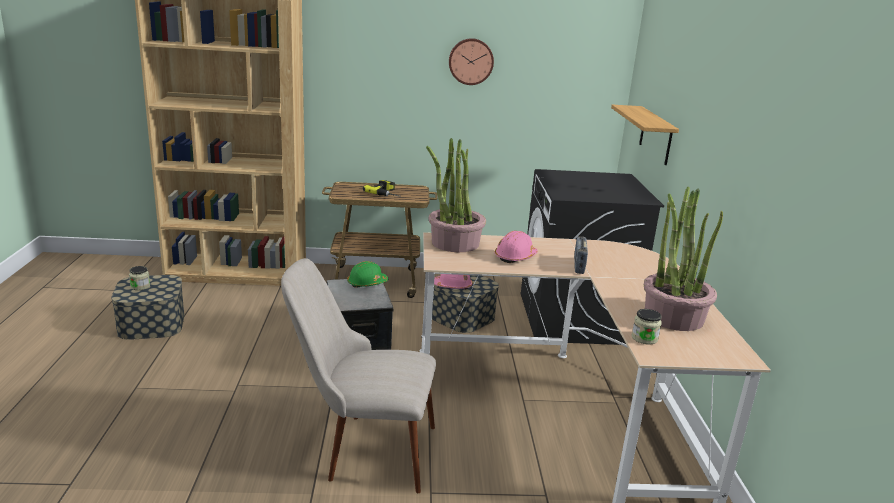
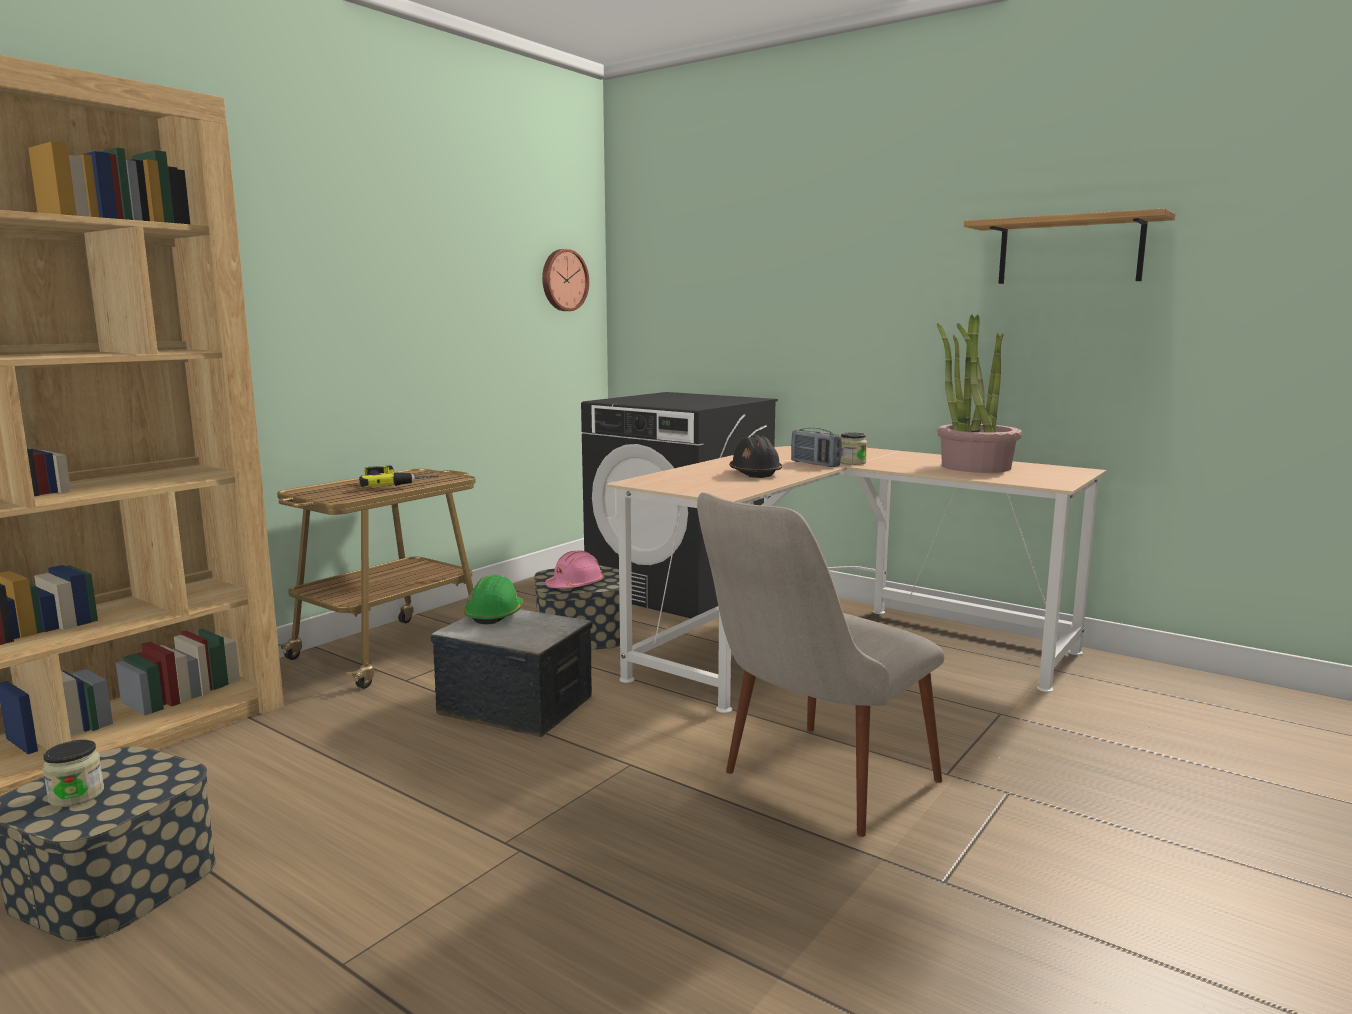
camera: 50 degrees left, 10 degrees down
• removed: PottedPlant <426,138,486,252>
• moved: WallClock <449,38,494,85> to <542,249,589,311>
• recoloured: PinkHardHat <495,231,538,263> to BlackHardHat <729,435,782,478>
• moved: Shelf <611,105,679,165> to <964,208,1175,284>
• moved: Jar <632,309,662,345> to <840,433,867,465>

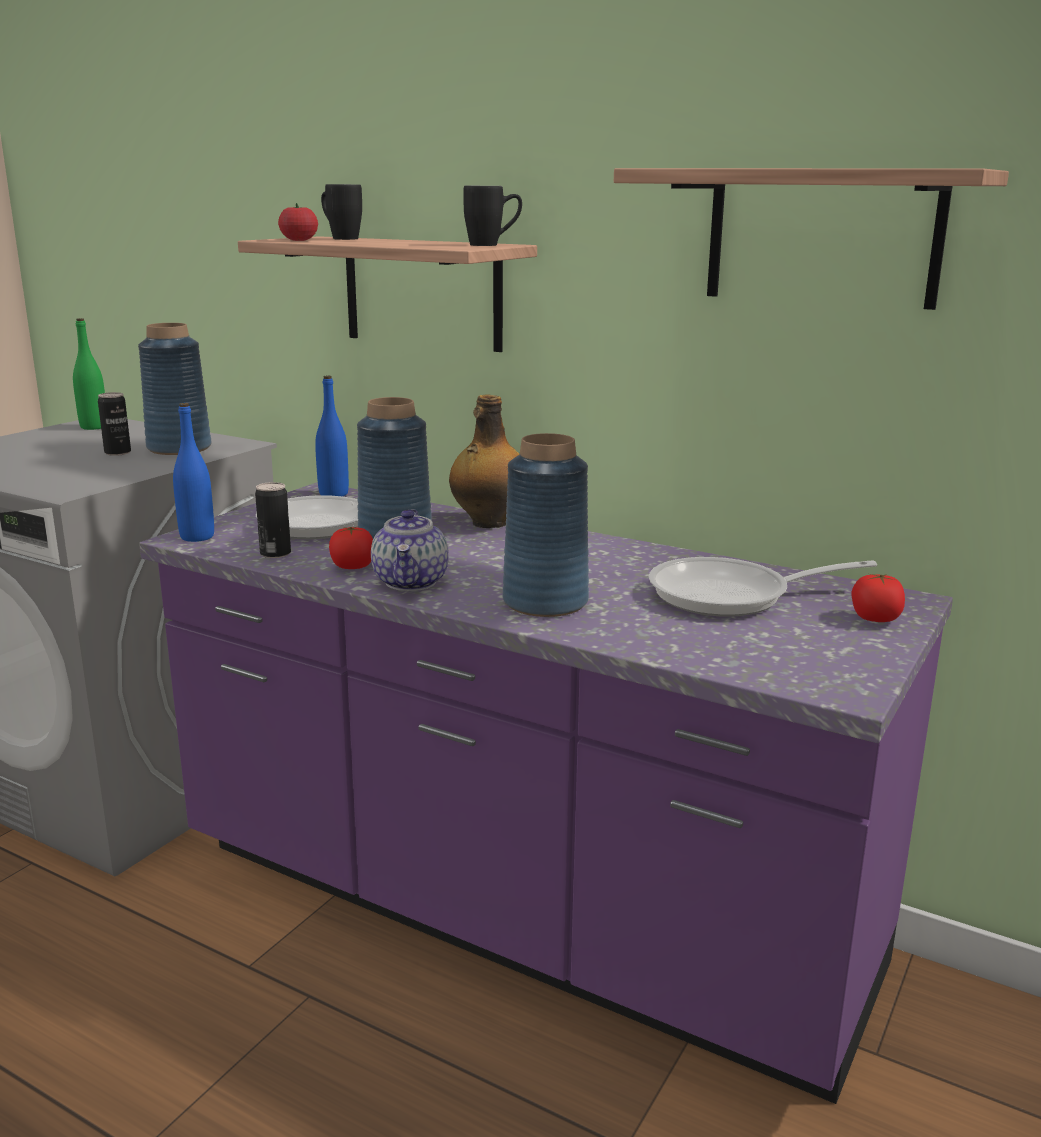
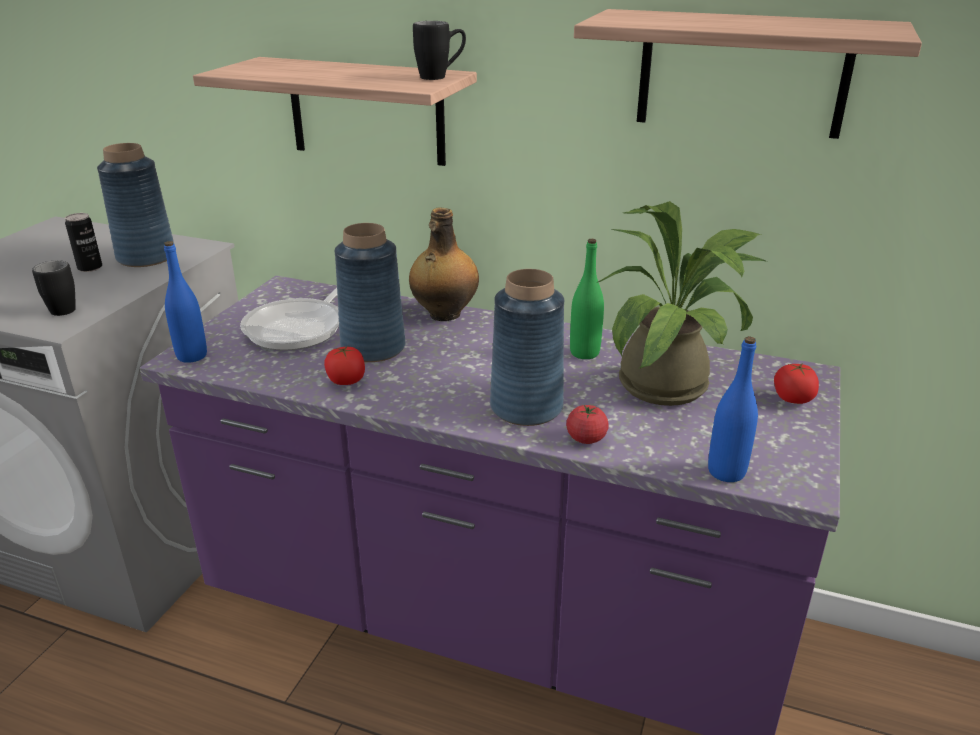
camera: 10 degrees left, 10 degrees up
• moved: GreenBottle <73,318,105,430> to <570,239,604,359>
• removed: Can <255,482,291,558>
• moved: Tomato <278,203,318,241> to <566,405,609,444>
• moved: BlueBottle <315,376,349,496> to <708,336,758,482>
• moved: BlackMug <321,184,362,240> to <32,260,76,316>
• removed: Teapot <371,509,449,591>
• replaced: FryingPan <649,557,877,617> to PottedPlant <597,201,767,406>

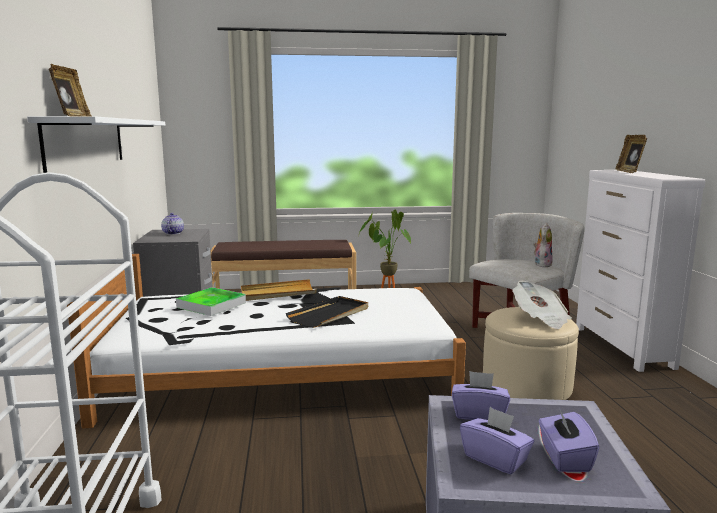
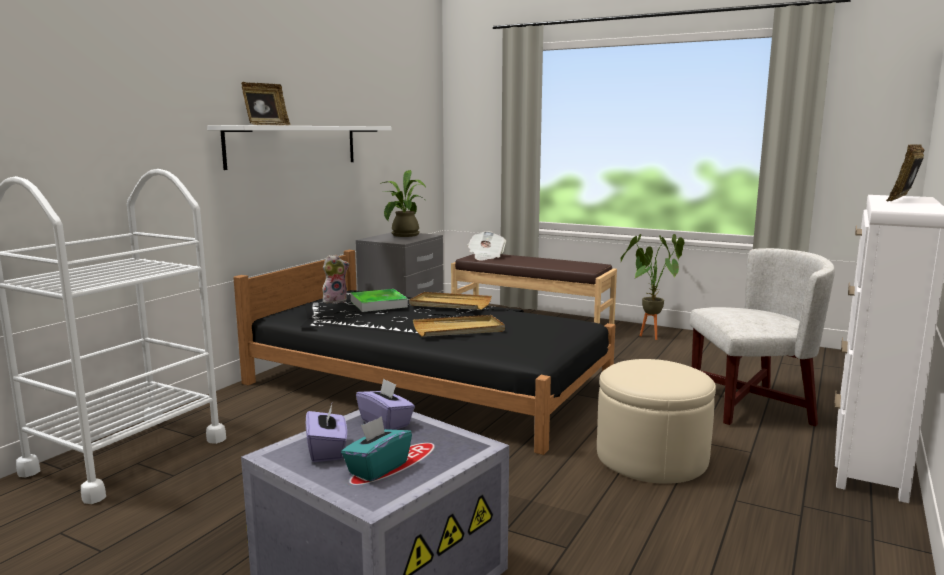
camera: 35 degrees right, 0 degrees up
• recoloured: WhiteBed <67,254,466,428> to BlackBed <233,250,615,455>
• replaced: Teapot <161,213,184,235> to PottedPlant <380,170,426,237>
• recoloured: BlackTray <286,296,368,328> to BeigeTray <413,315,505,337>
• moved: Newspaper <512,281,572,329> to <467,231,507,260>
• moved: PlushToy <533,223,553,267> to <323,254,350,303>
• recoloured: PurpleTissueBox <539,408,599,472> to TurquoiseTissueBox <341,416,412,482>

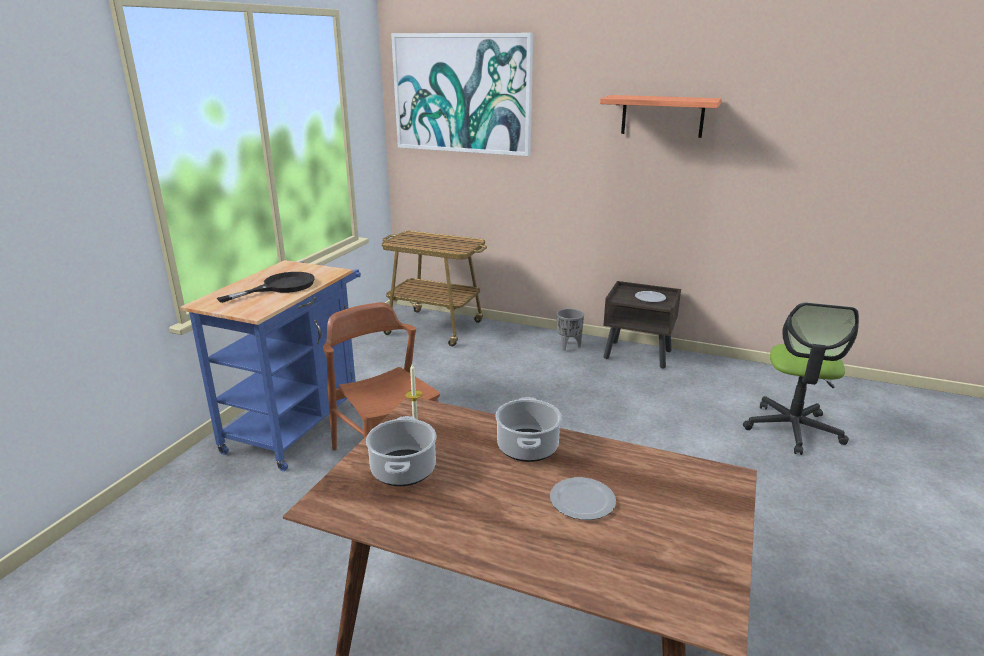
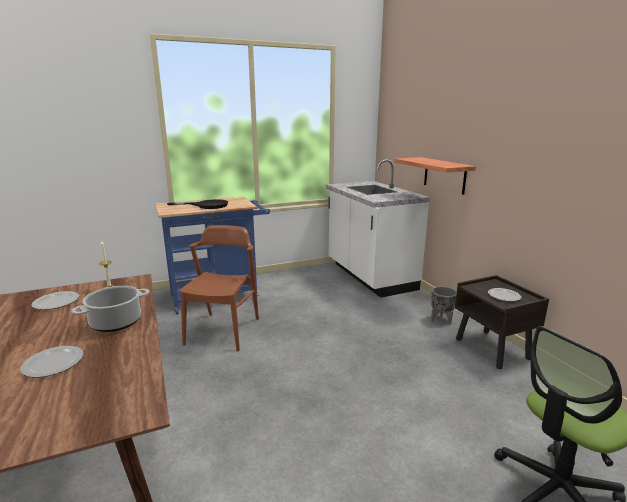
camera: 45 degrees right, 5 degrees down
• replaced: CookingPot <366,416,437,486> to Plate <32,291,79,310>
• replaced: Cart <382,231,487,347> to WhiteCounter <326,159,430,298>
• removed: Picture <391,33,533,156>
• moved: Shelf <600,95,722,138> to <394,157,476,195>

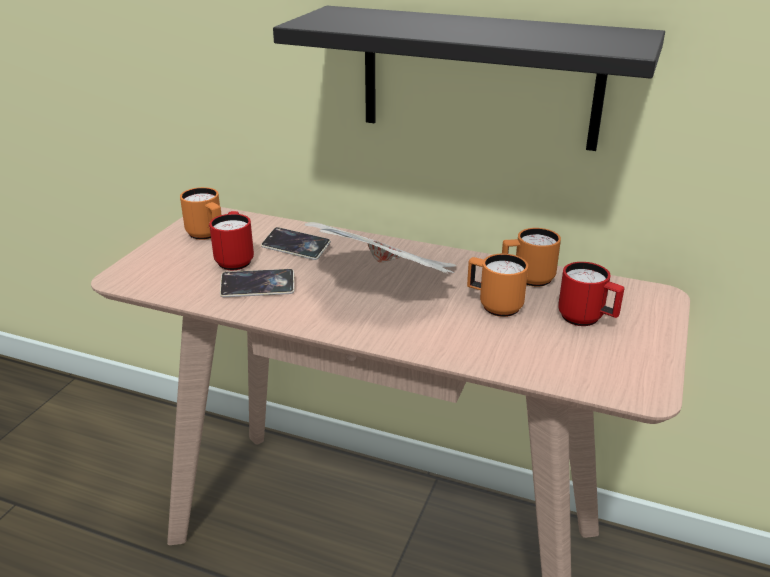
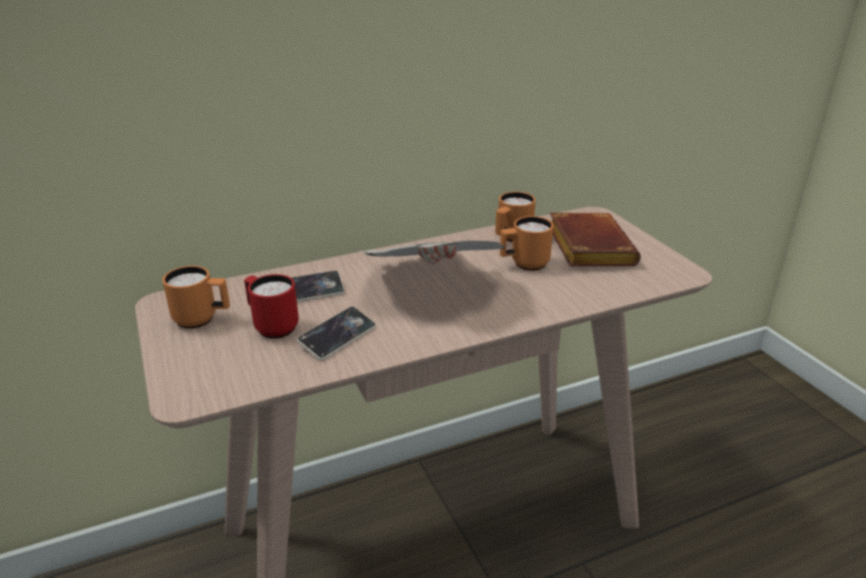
camera: 45 degrees left, 0 degrees up
• removed: BlackShelf <273,6,665,151>
• replaced: RedMug <558,262,624,326> to BrownBook <550,213,641,266>

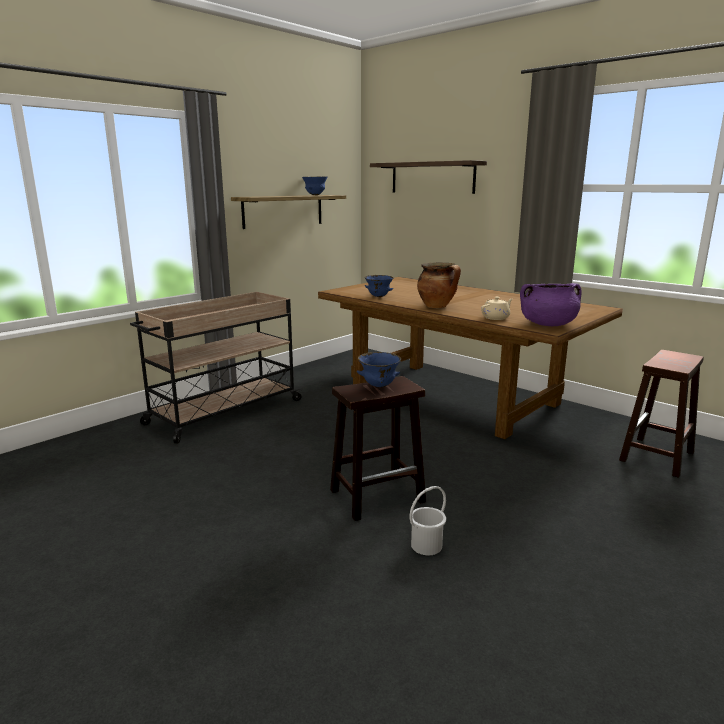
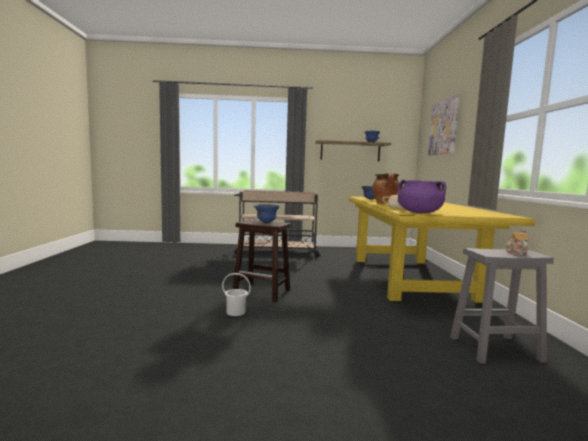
camera: 45 degrees right, 10 degrees down
• recoloured: BrownDiningTable <318,277,623,439> to YellowDiningTable <349,196,535,303>
• replaced: Shelf <370,160,487,194> to Picture <428,95,460,155>
• recoloured: BrownStool <619,350,704,478> to GreyStool <450,248,554,363>
• added: Teapot <506,229,529,255>

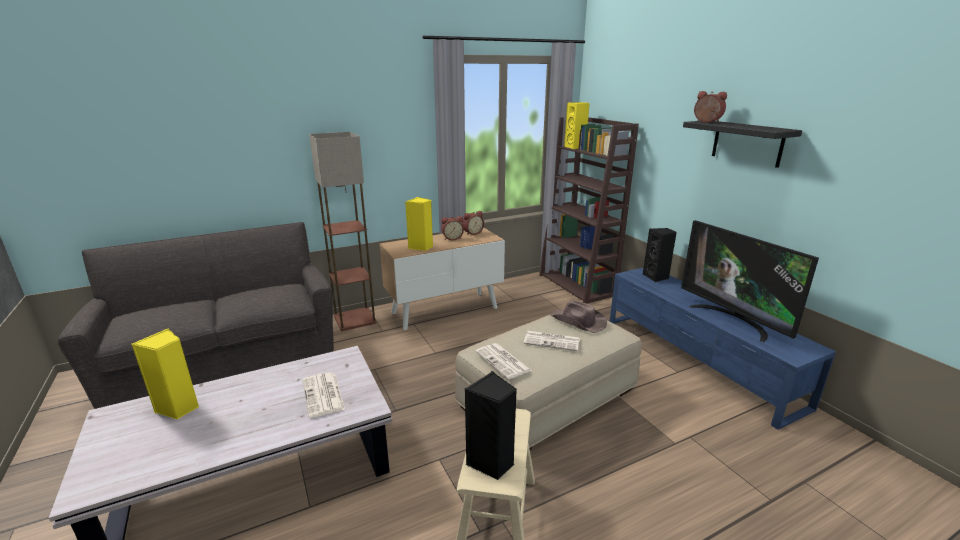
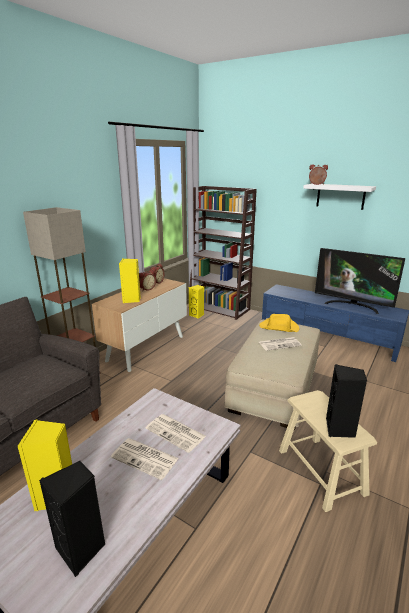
camera: 30 degrees left, 0 degrees up
• moved: Newspaper <475,343,532,379> to <111,438,179,480>
• recoloured: BrownHat <551,300,607,333> to YellowHat <259,314,299,332>
• moved: YellowSpeaker <564,102,590,149> to <189,285,204,319>
• moved: BlackSpeaker <643,228,677,282> to <39,461,105,577>
• recoloured: BlackShelf <683,121,802,168> to WhiteShelf <303,184,376,210>

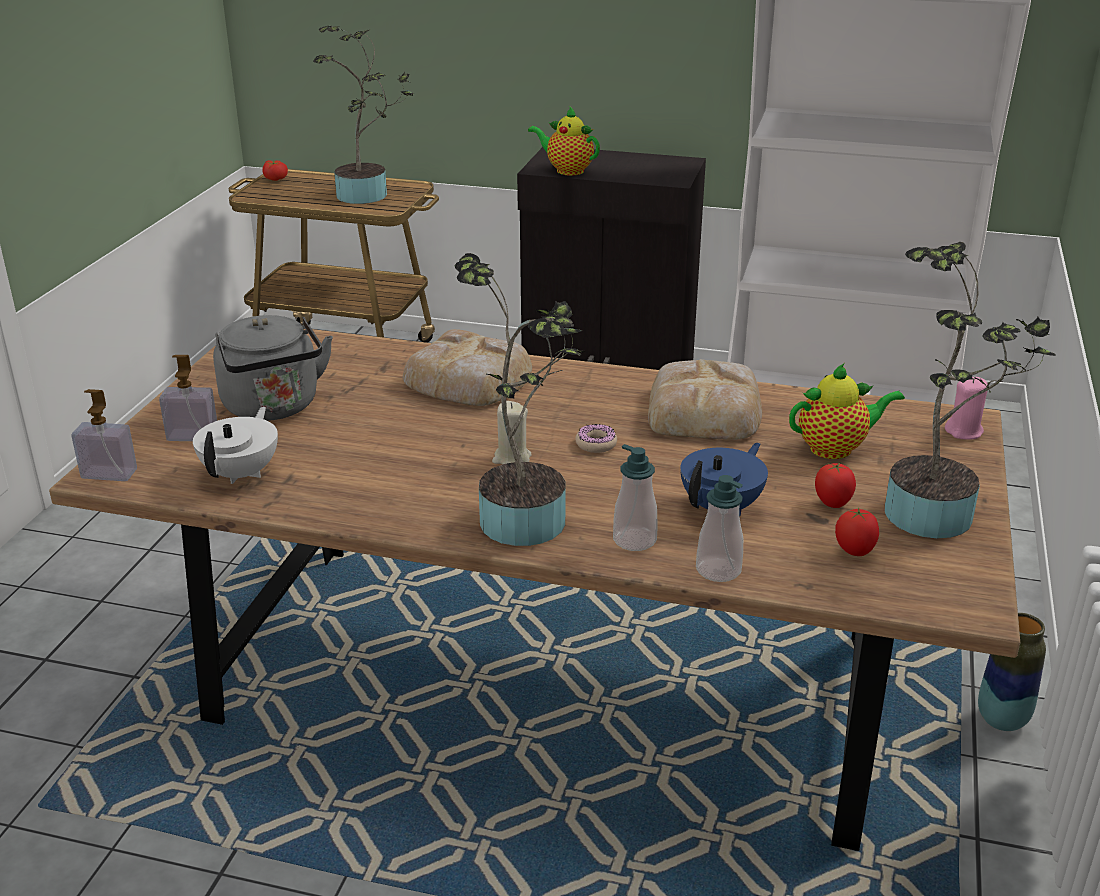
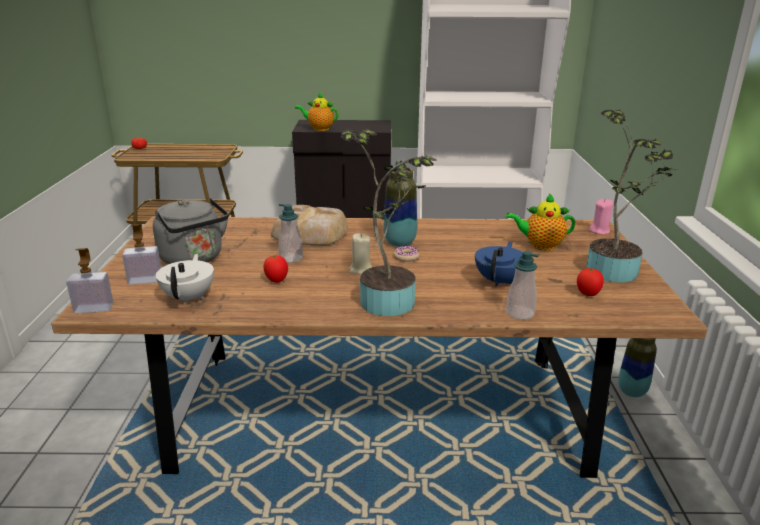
camera: 15 degrees left, 5 degrees down
• removed: PottedPlant <313,26,414,204>
• moved: SoapDispenser <613,444,658,551> to <278,204,303,263>
• removed: Bread <648,359,762,440>
• turned: Teapot <789,363,905,459> = <506,193,575,250> 150 degrees counterclockwise
• moved: Tomato <815,463,856,508> to <263,255,288,283>
• added: Vase <383,168,417,247>

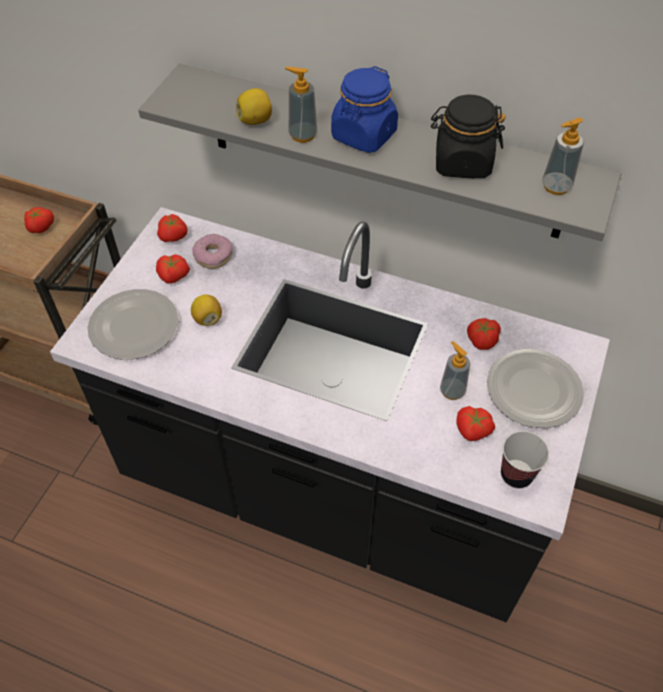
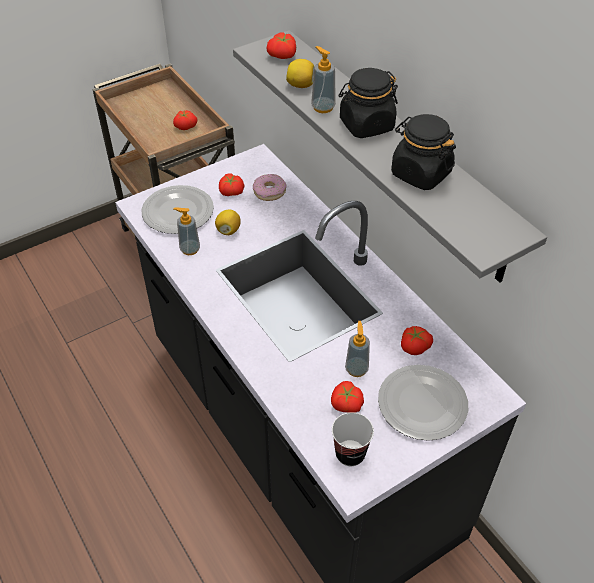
camera: 35 degrees right, 5 degrees down
• moved: Tomato <157,214,187,242> to <266,32,296,59>
• recoloured: BlueJar <331,66,398,153> to BlackJar <339,68,398,138>
• moved: SoapDispenser <542,118,584,195> to <173,208,200,255>

